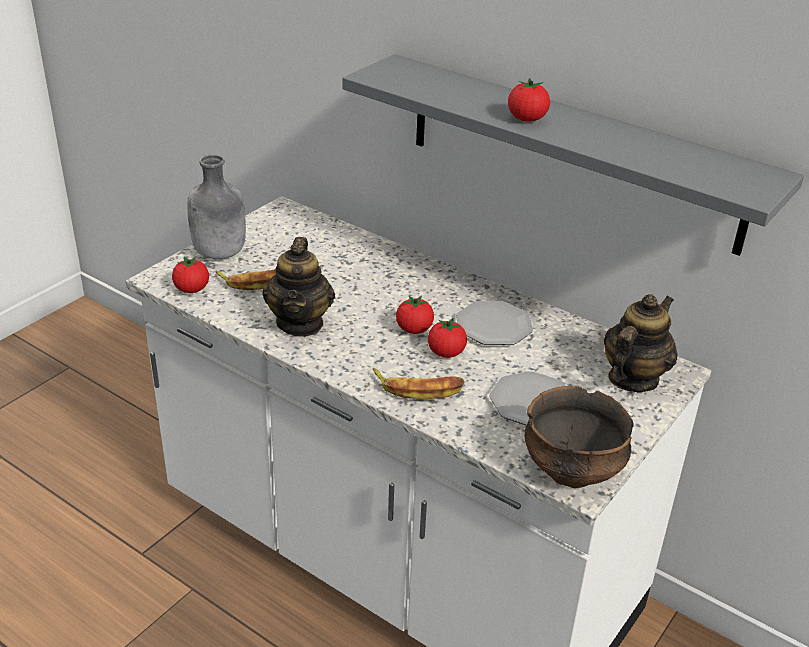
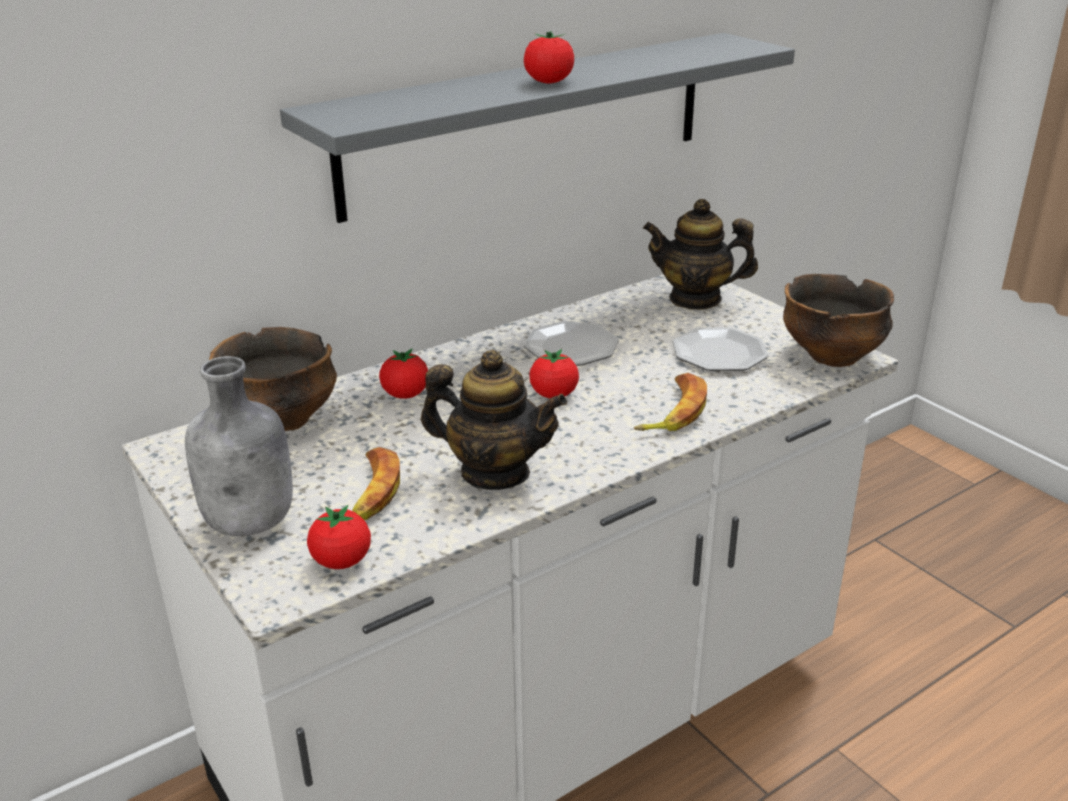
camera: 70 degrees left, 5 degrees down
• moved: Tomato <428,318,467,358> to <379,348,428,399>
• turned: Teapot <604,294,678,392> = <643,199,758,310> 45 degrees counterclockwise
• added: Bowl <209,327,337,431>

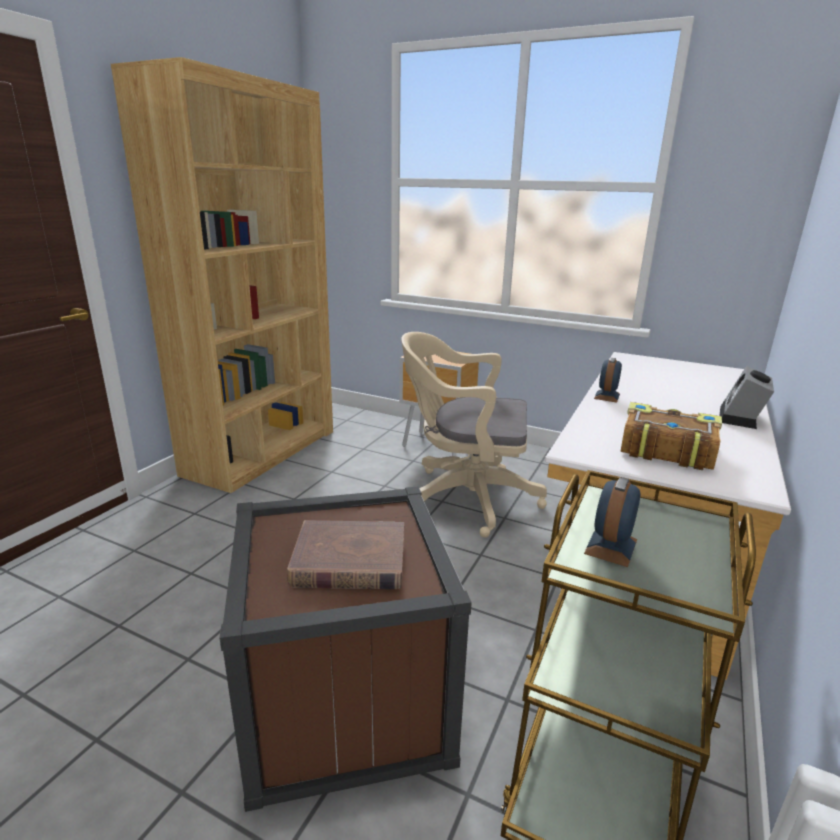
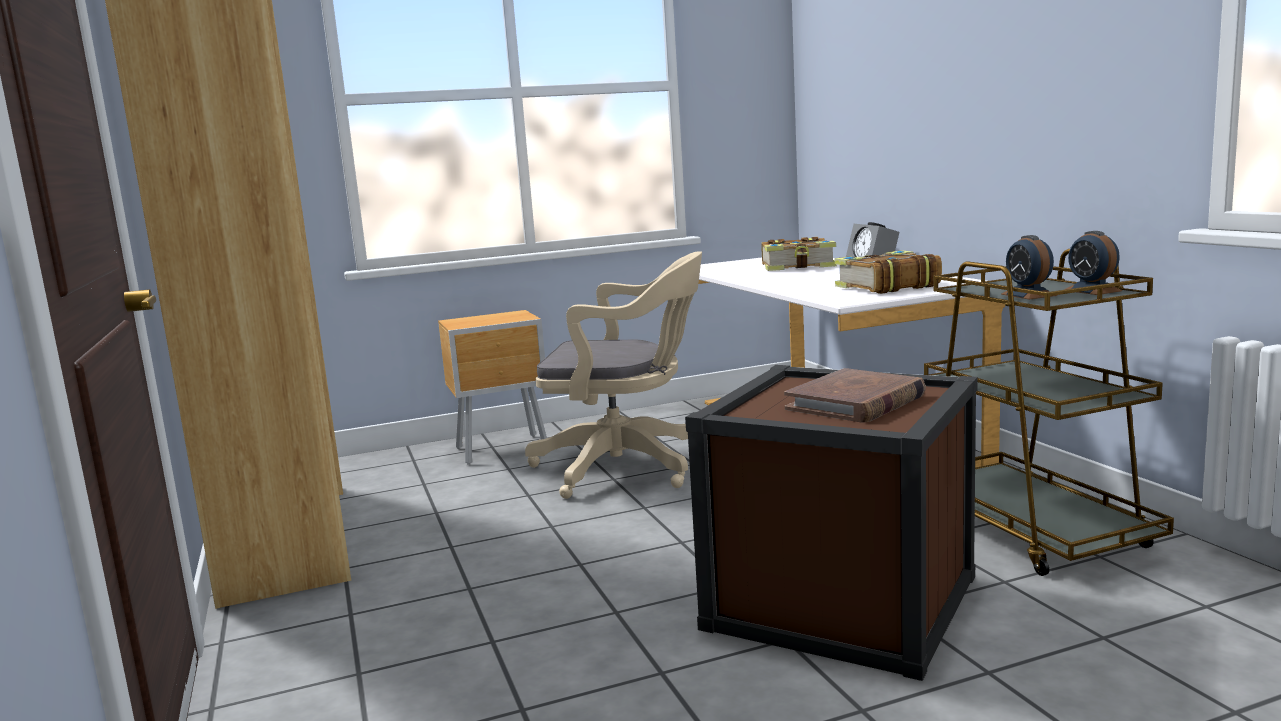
camera: 45 degrees left, 10 degrees down
• turned: BeigeOfficeChair <401,332,547,538> = <525,251,702,499> 135 degrees counterclockwise
• moved: AlarmClock <594,358,622,402> to <1064,231,1122,295>
• added: Book <761,237,837,271>

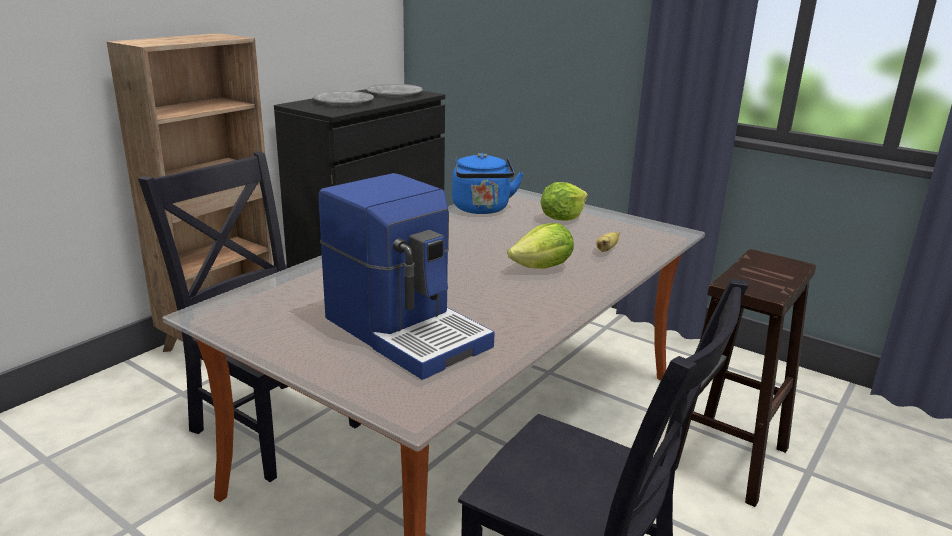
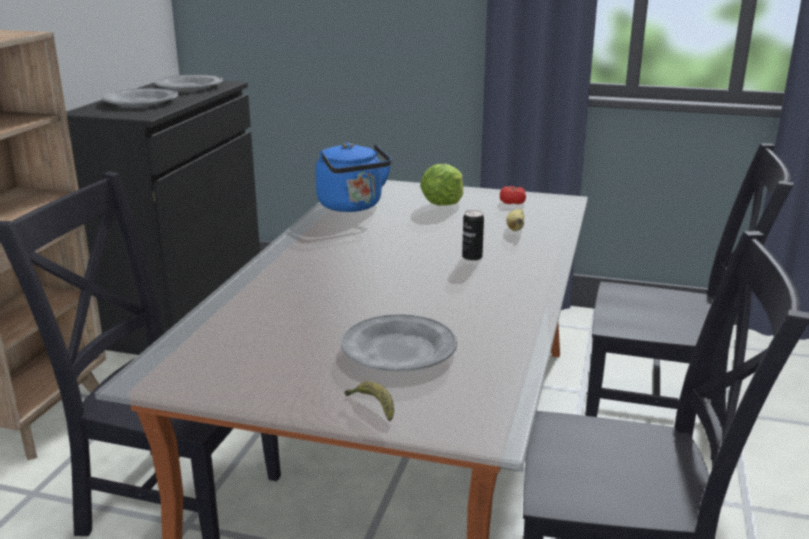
camera: 20 degrees left, 0 degrees up
• replaced: CoffeeMachine <319,173,495,380> to GreyPlate <341,314,457,371>
• replaced: Lettuce <508,223,574,269> to Can <462,210,484,261>
• replaced: BrownStool <675,249,816,507> to BlackChair <585,144,794,460>
• added: Banana <345,381,394,421>
• added: Tomato <500,186,526,204>

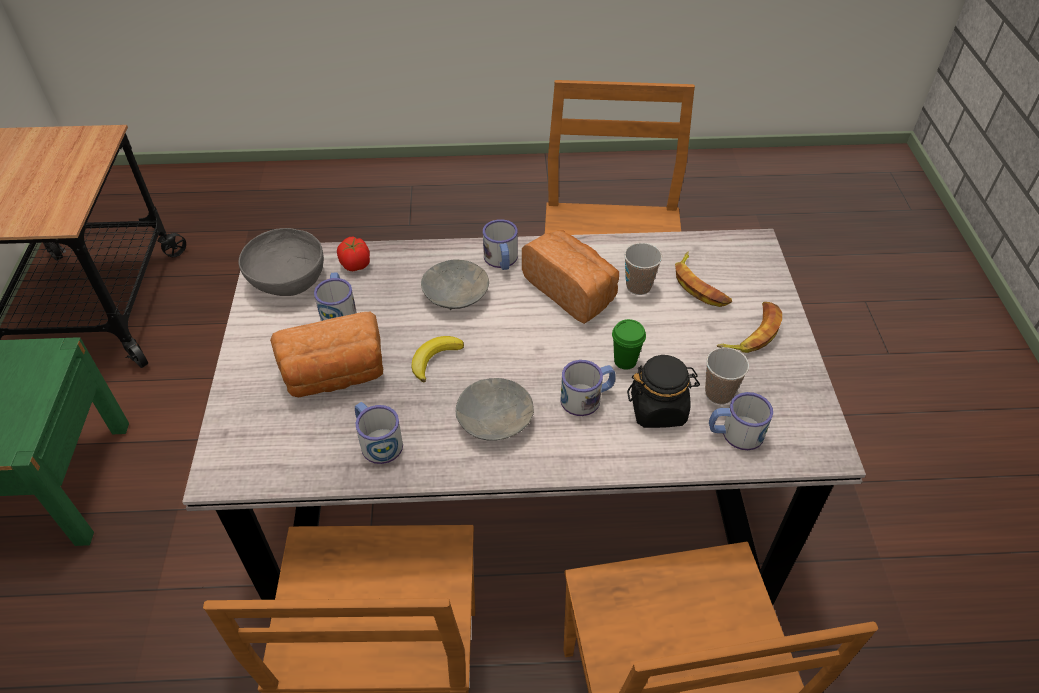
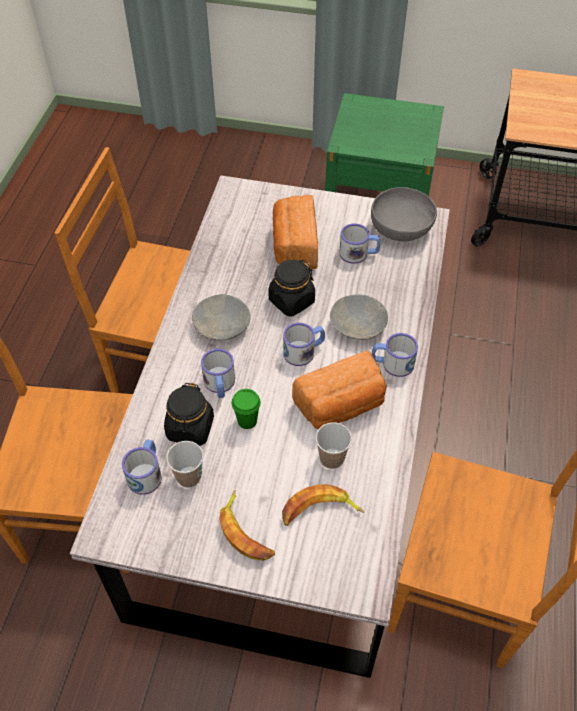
camera: 105 degrees right, 5 degrees up
• removed: Tomato <337,237,370,271>
• moved: Mug <355,402,403,464> to <283,323,325,366>
• replaced: Banana <412,336,464,382> to BlackJar <268,260,315,316>

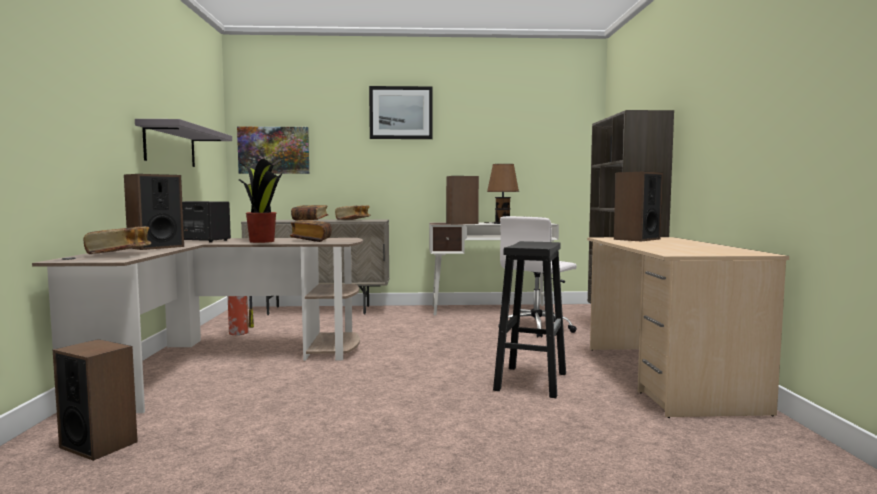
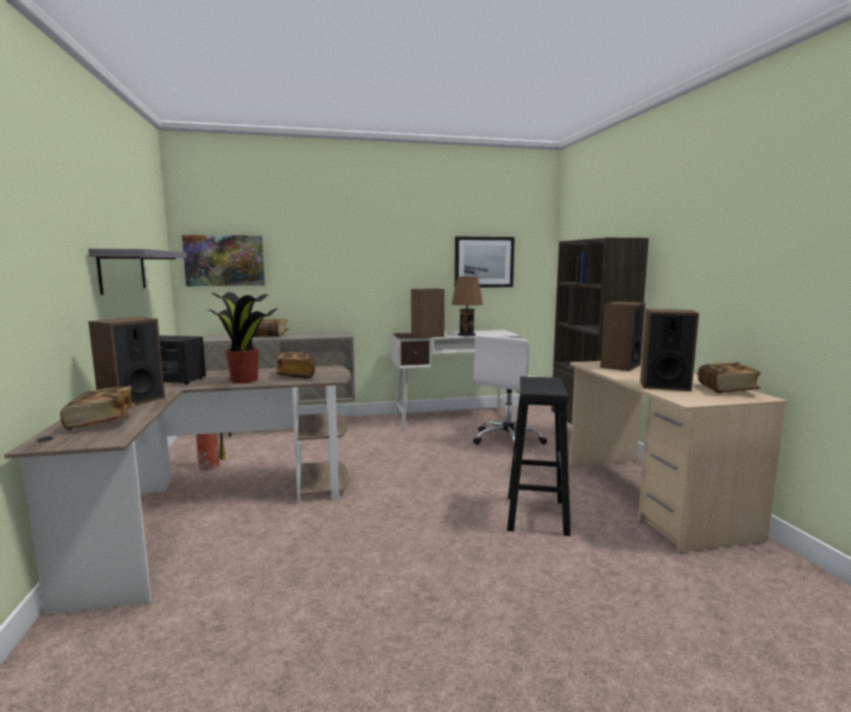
camera: 10 degrees left, 5 degrees up
• moved: Speaker <53,339,138,461> to <640,309,699,391>
• moved: Book <335,205,370,220> to <698,363,761,393>
• moved: Picture <369,86,433,139> to <455,237,515,288>

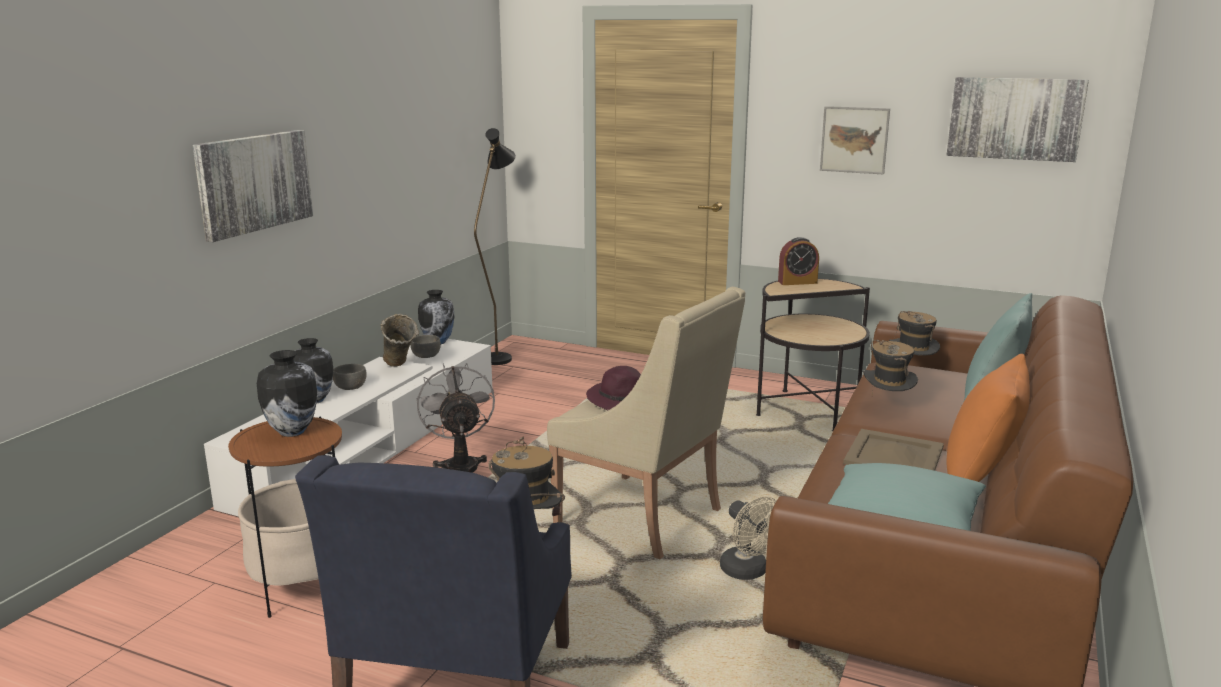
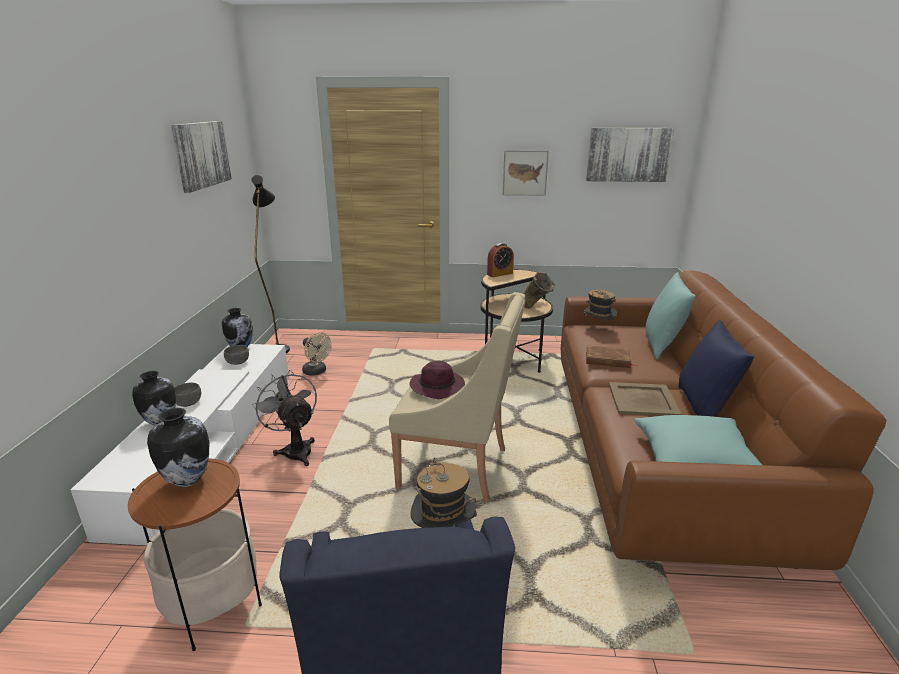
camera: 20 degrees left, 5 degrees up
• moved: Picture <193,130,313,242> to <171,121,232,193>
• moved: BeigeVase <380,314,419,367> to <524,272,555,309>
• moved: BeigeFan <720,497,777,580> to <302,332,332,376>
• replaced: Hat <863,340,918,391> to BrownBook <586,346,638,368>
• recoloured: OrangePillow <946,354,1030,482> to BluePillow <679,320,754,417>

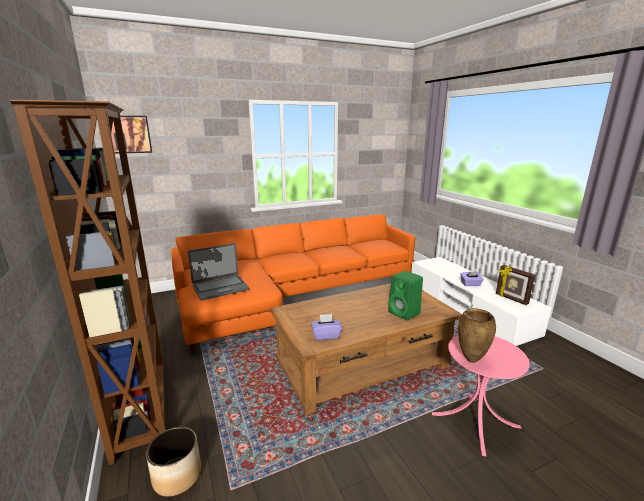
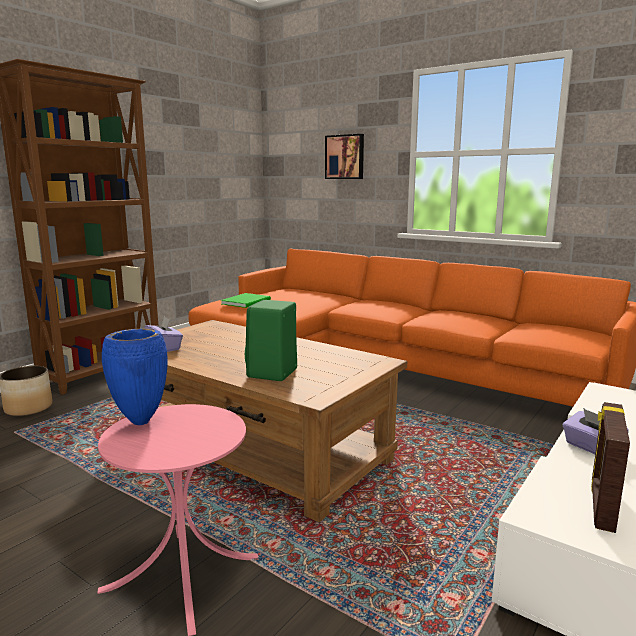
camera: 60 degrees right, 5 degrees down
• moved: Picture <108,116,152,154> to <325,134,364,179>
• replaced: Laptop <188,243,249,300> to GreenBook <221,293,271,308>
• recoloured: BrownVase <458,308,496,363> to BlueVase <102,329,168,425>

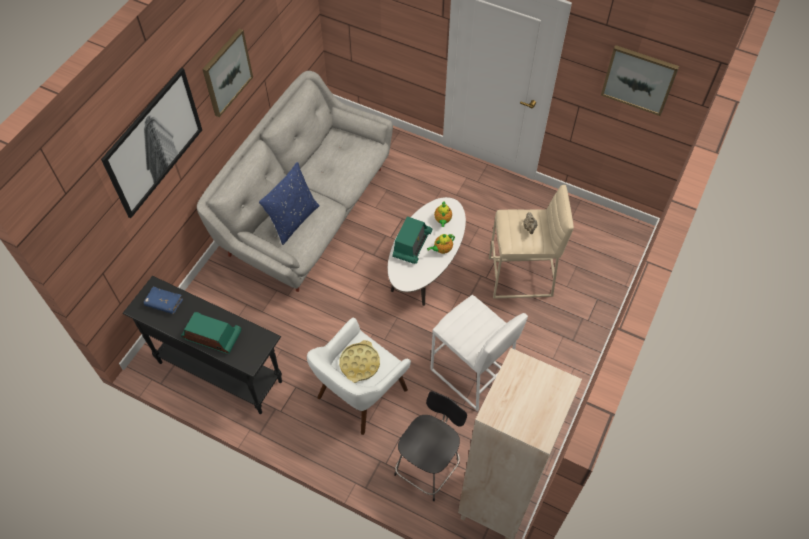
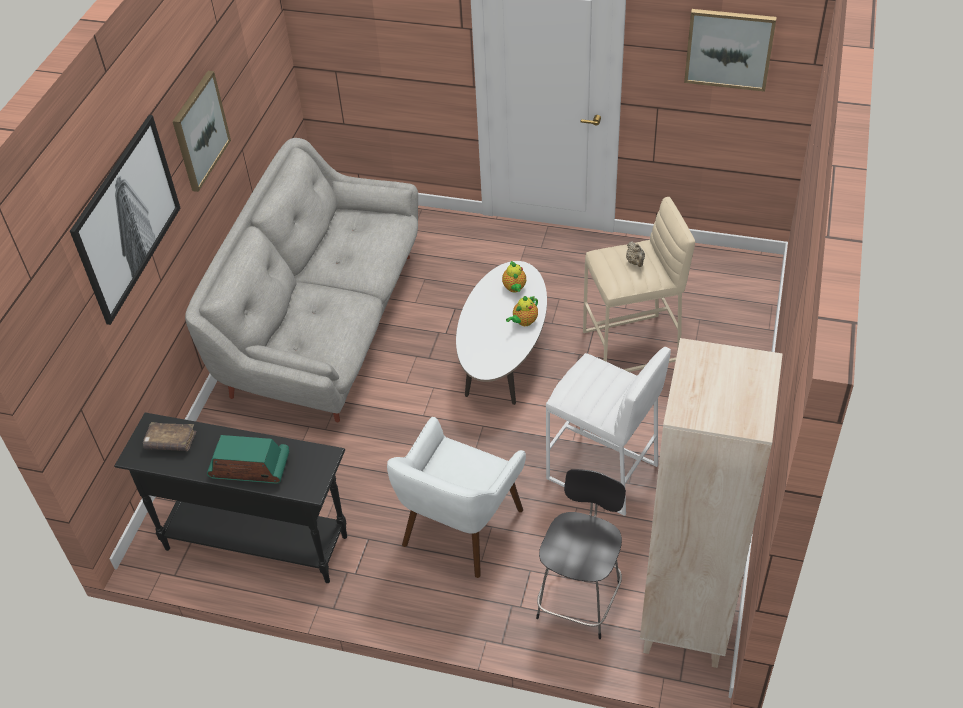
camera: 10 degrees left, 10 degrees down
• recoloured: BlueBook <144,287,183,314> to BrownBook <143,422,196,451>
• removed: BluePillow <259,162,320,245>
• removed: YellowTray <339,340,380,383>
• removed: Radio <392,216,432,264>

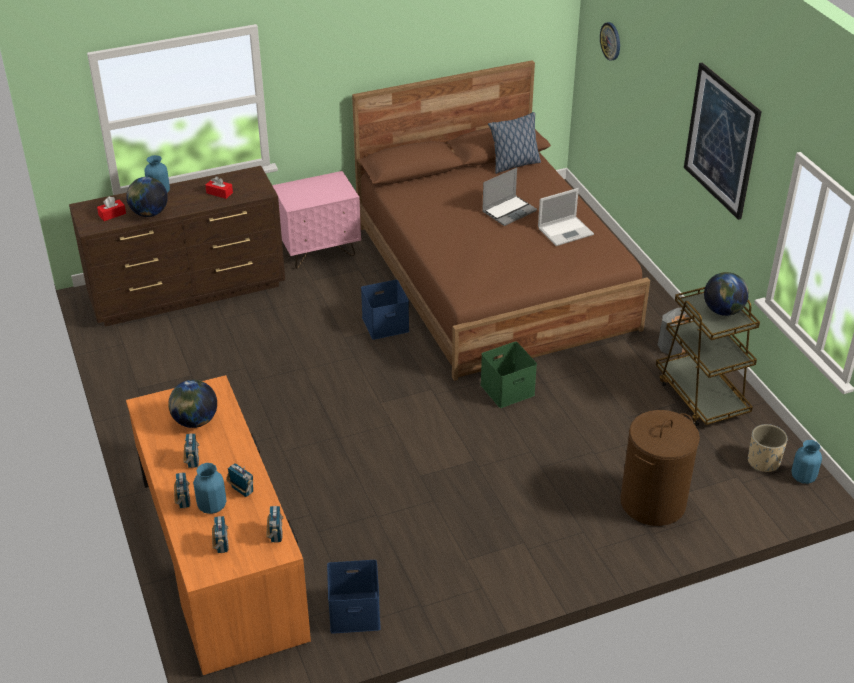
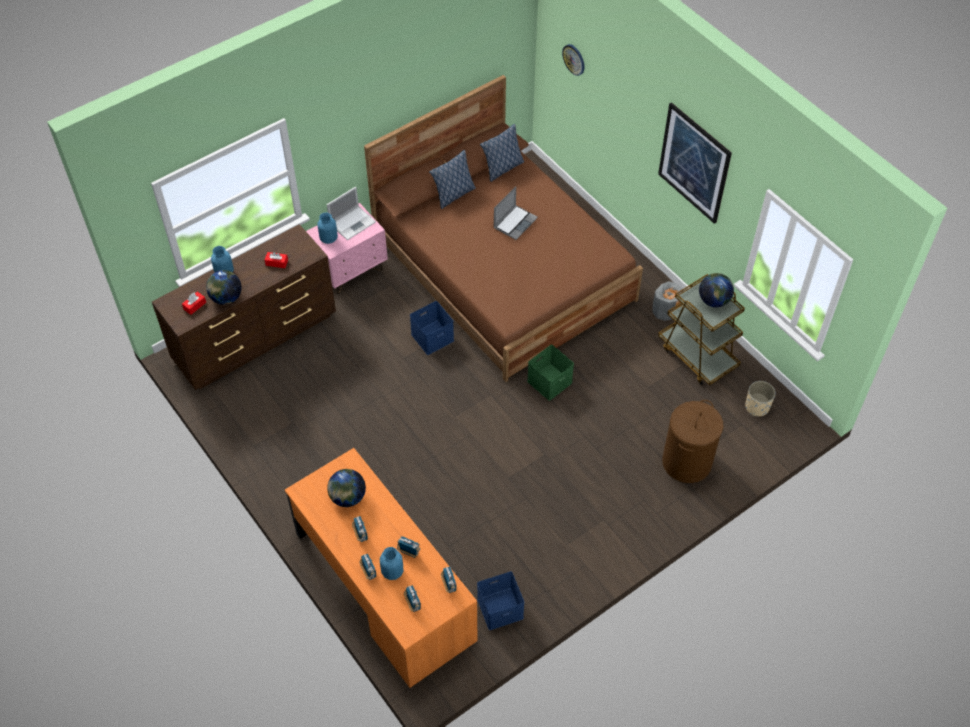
camera: 15 degrees left, 15 degrees up
• moved: Laptop <538,188,594,246> to <327,187,376,240>
• moved: BlueVase <791,440,822,484> to <317,212,338,244>
• added: Pillow <429,150,476,209>

